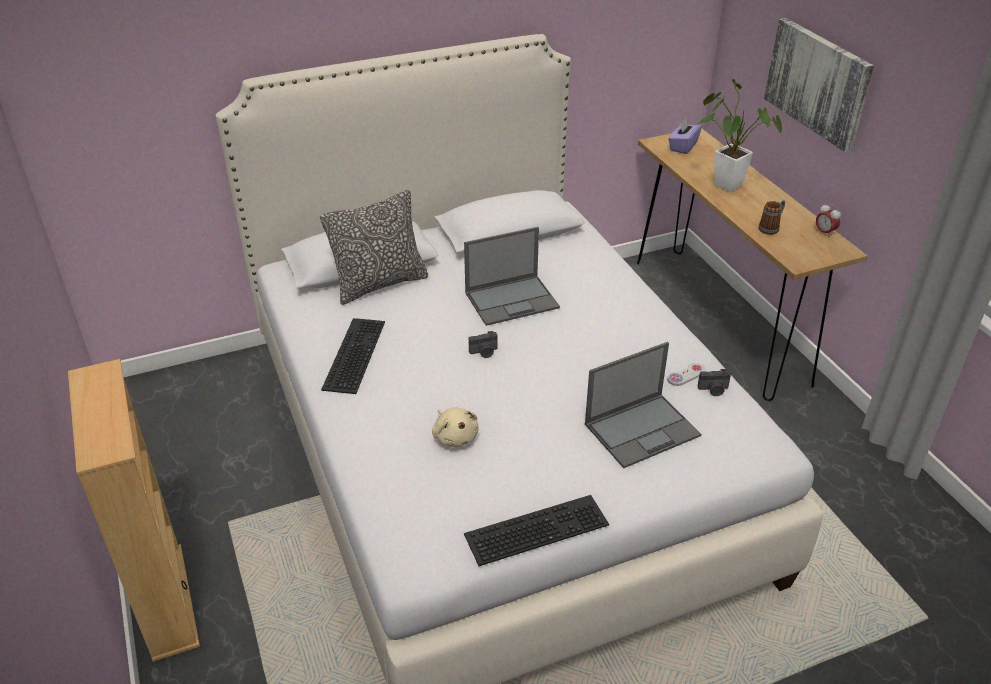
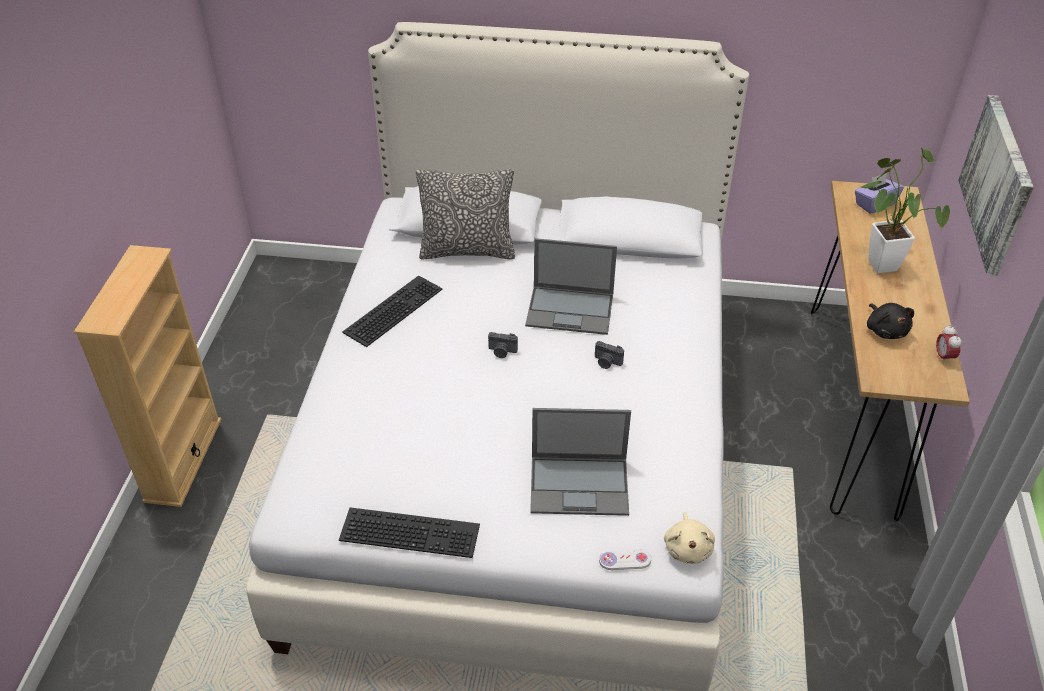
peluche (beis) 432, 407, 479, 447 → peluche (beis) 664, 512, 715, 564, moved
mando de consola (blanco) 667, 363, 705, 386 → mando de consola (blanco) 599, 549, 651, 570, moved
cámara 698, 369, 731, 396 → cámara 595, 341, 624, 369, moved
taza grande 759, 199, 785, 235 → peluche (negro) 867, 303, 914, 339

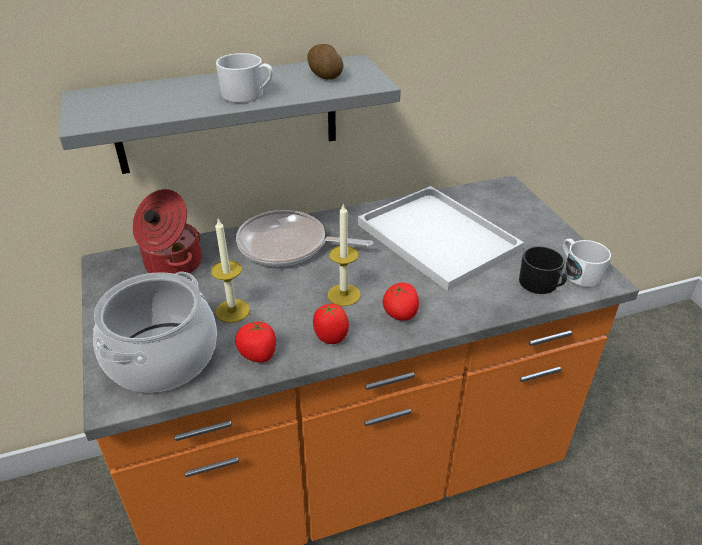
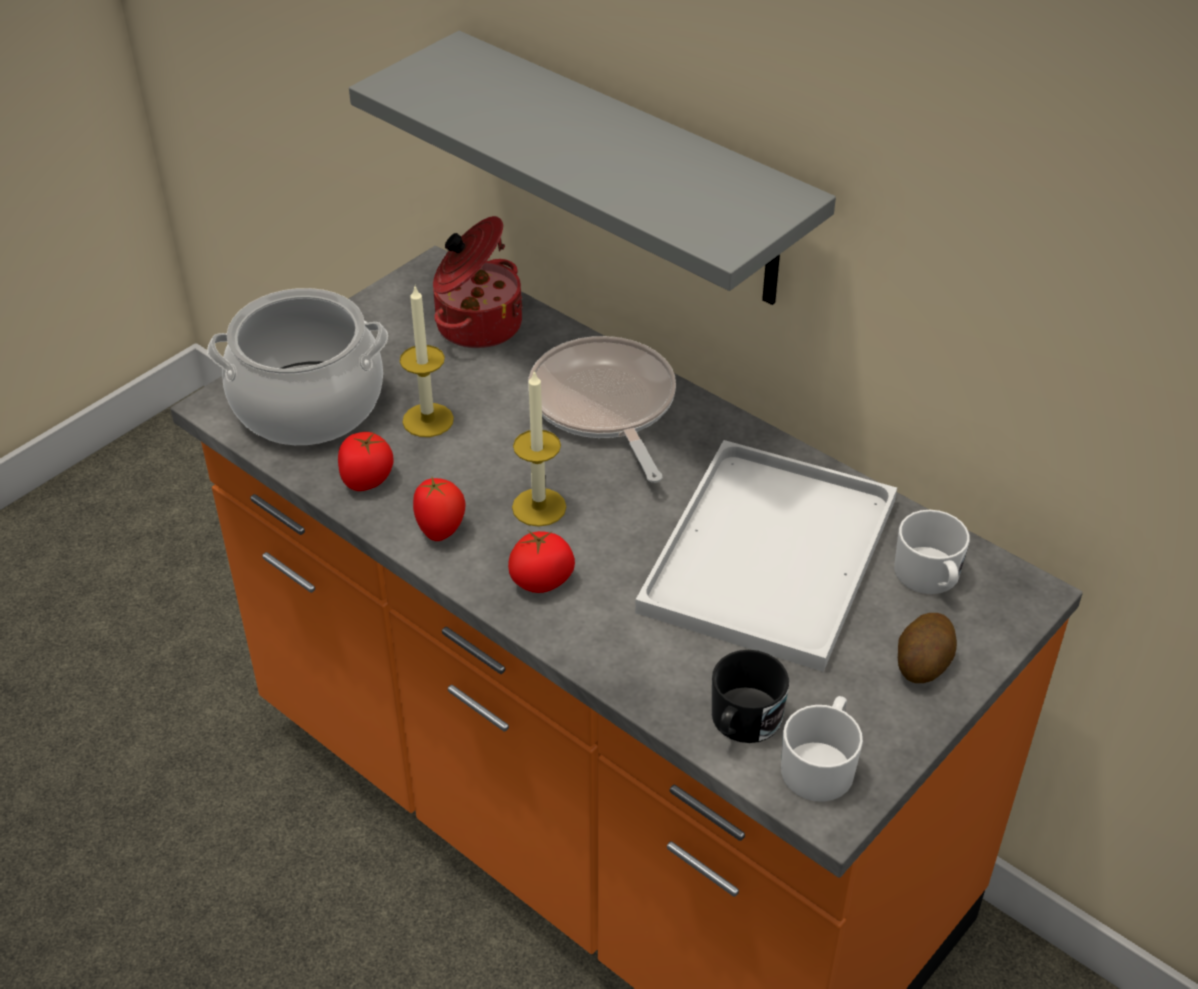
taza grande (blanco) 216, 53, 273, 103 → taza grande (blanco) 894, 510, 970, 594, moved
patata 307, 44, 343, 80 → patata 898, 613, 957, 683, moved

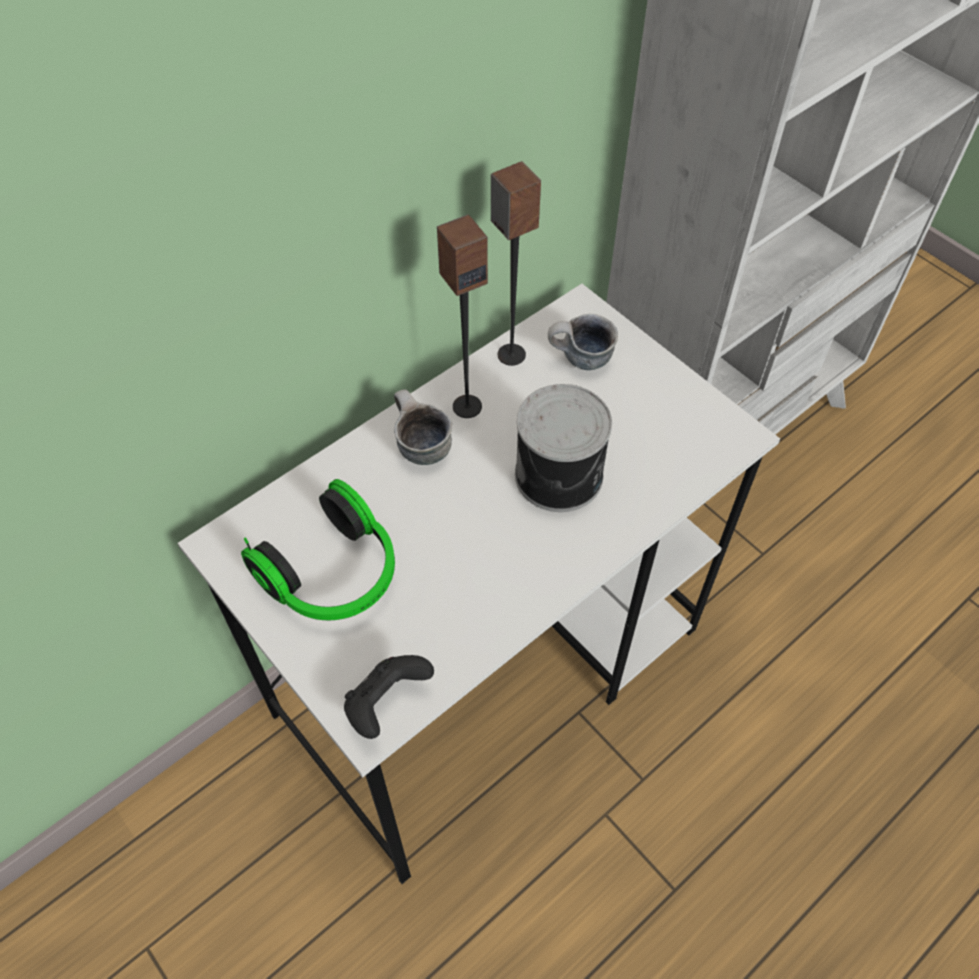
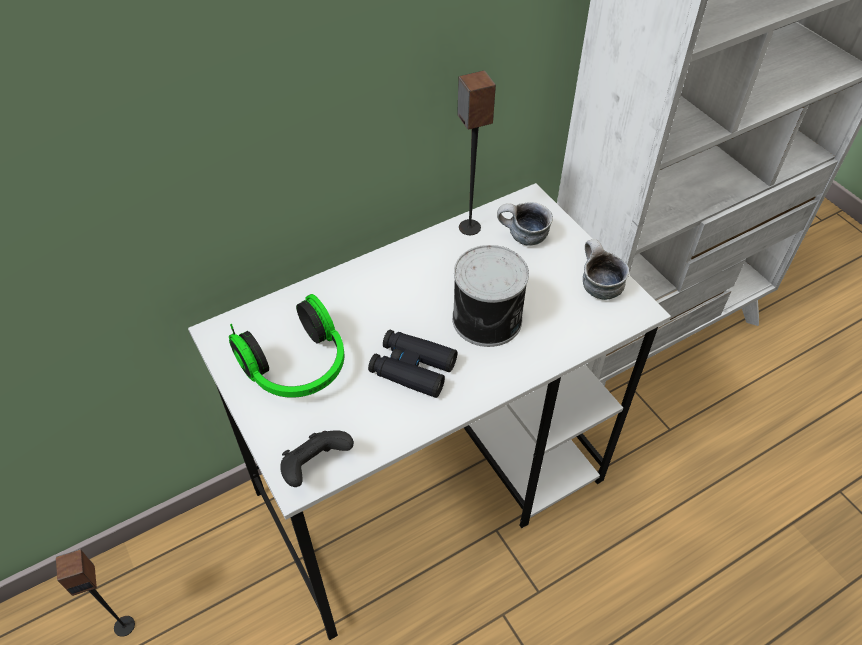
- → prismáticos (negro) 368, 330, 458, 398
taza grande 394, 390, 452, 465 → taza grande 583, 239, 629, 300, moved
altavoz 437, 215, 488, 418 → altavoz 56, 549, 135, 637, moved

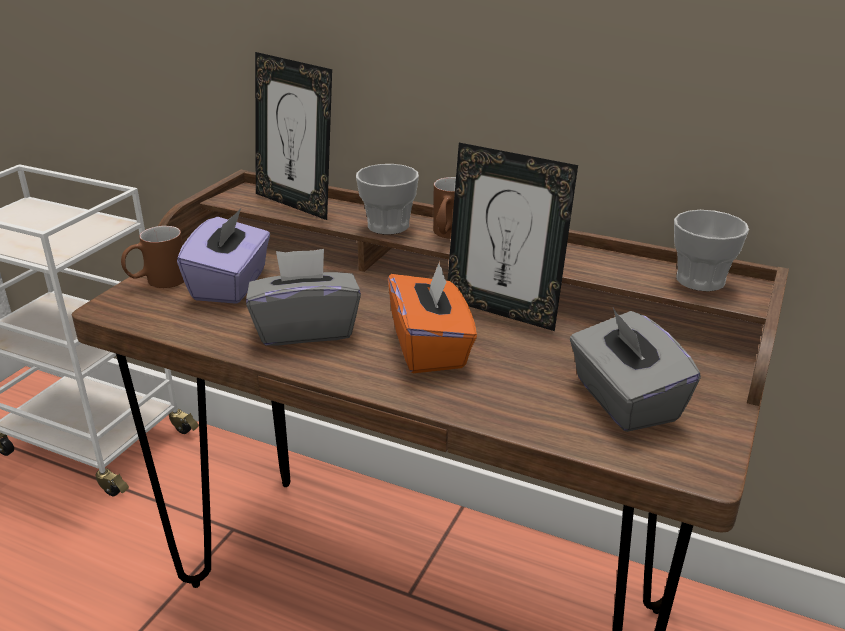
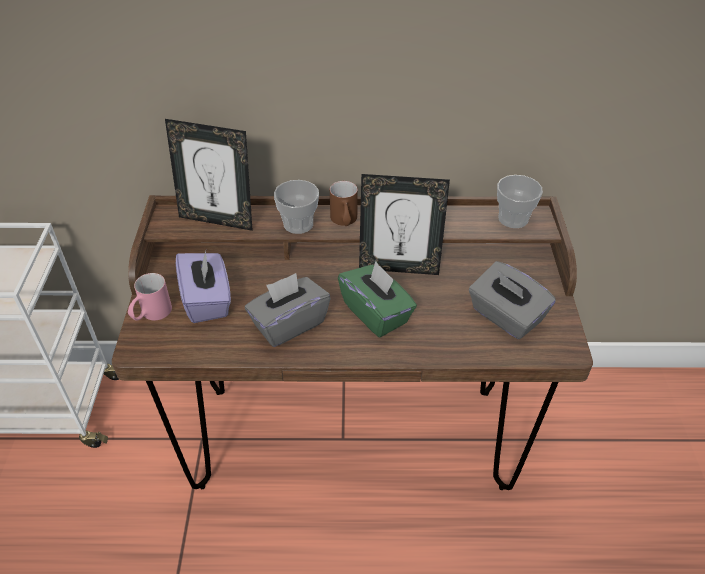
taza grande (marrón) 121, 226, 184, 288 → taza grande (rosa) 128, 273, 172, 321
caja de pañuelos (naranja) 388, 261, 477, 373 → caja de pañuelos (verde) 338, 261, 417, 337

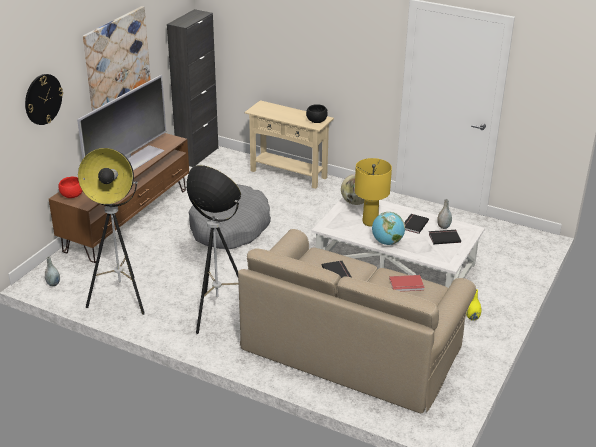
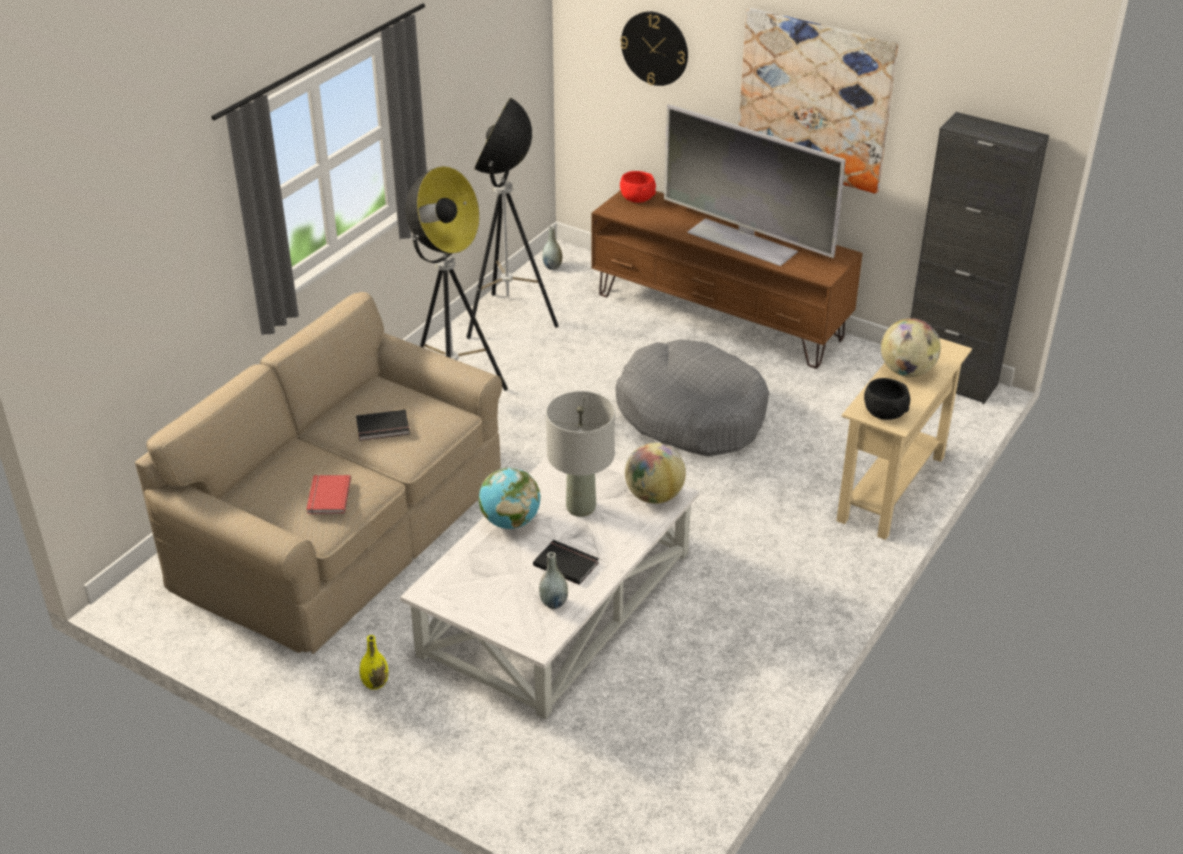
libro (negro) 429, 230, 461, 244 → -
- → globo terráqueo 881, 318, 941, 377
lámpara de mesa (amarillo) 355, 158, 392, 227 → lámpara de mesa (gris) 546, 391, 615, 517

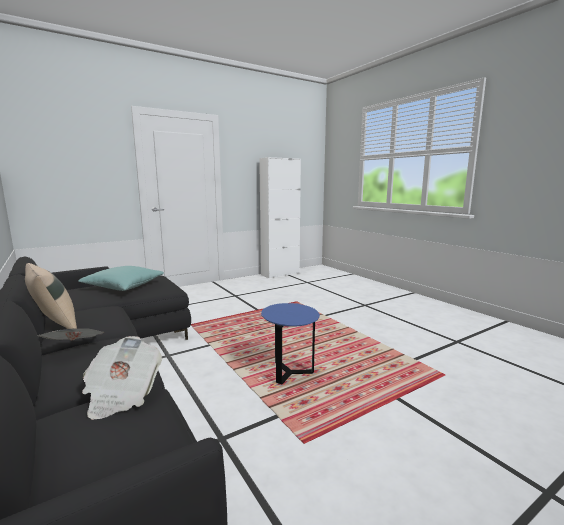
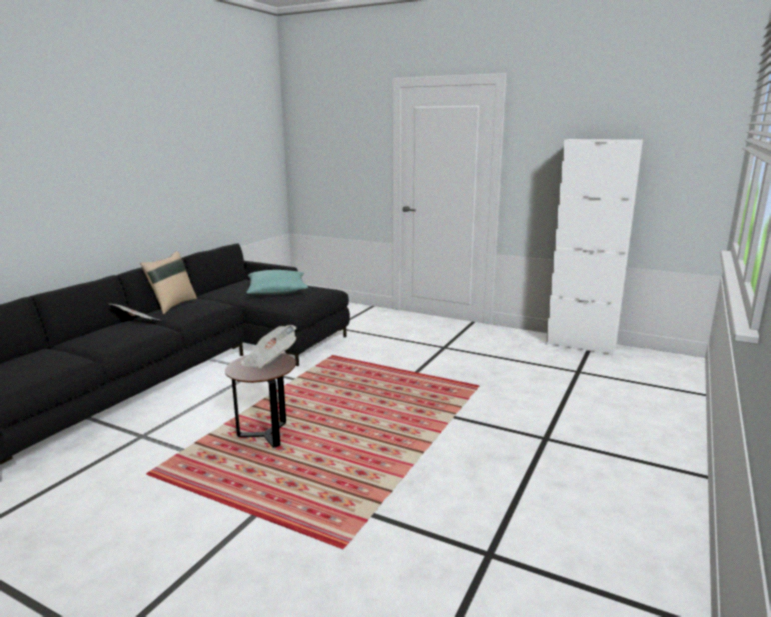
periódico 82, 336, 162, 420 → periódico 240, 325, 297, 369, moved
mesa auxiliar (azul) 261, 303, 320, 384 → mesa auxiliar (marrón) 225, 353, 296, 448

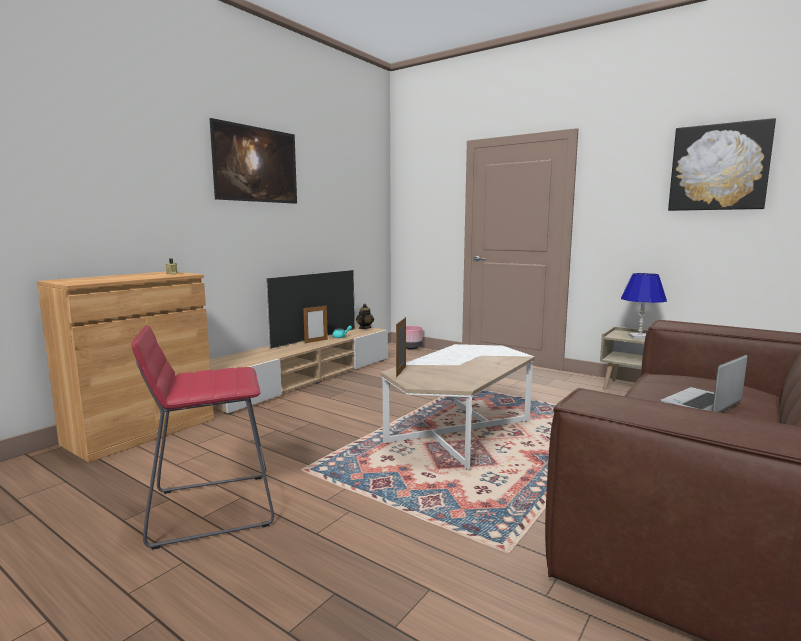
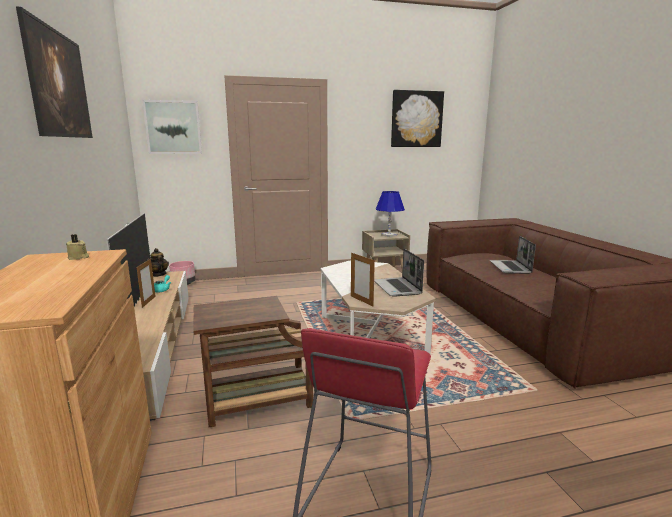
- → cuadro 142, 100, 202, 154
- → mesa auxiliar (marrón) 193, 296, 313, 427
- → portátil 374, 248, 424, 297

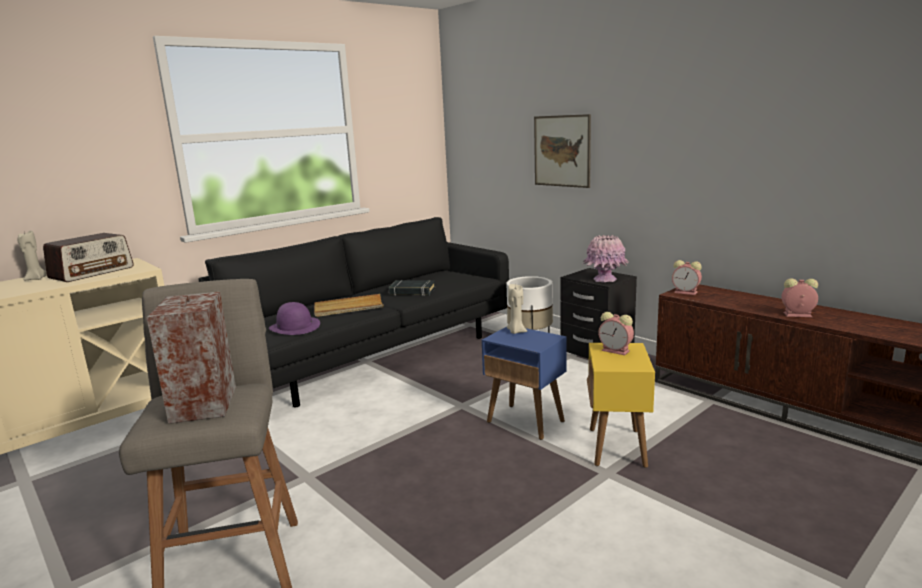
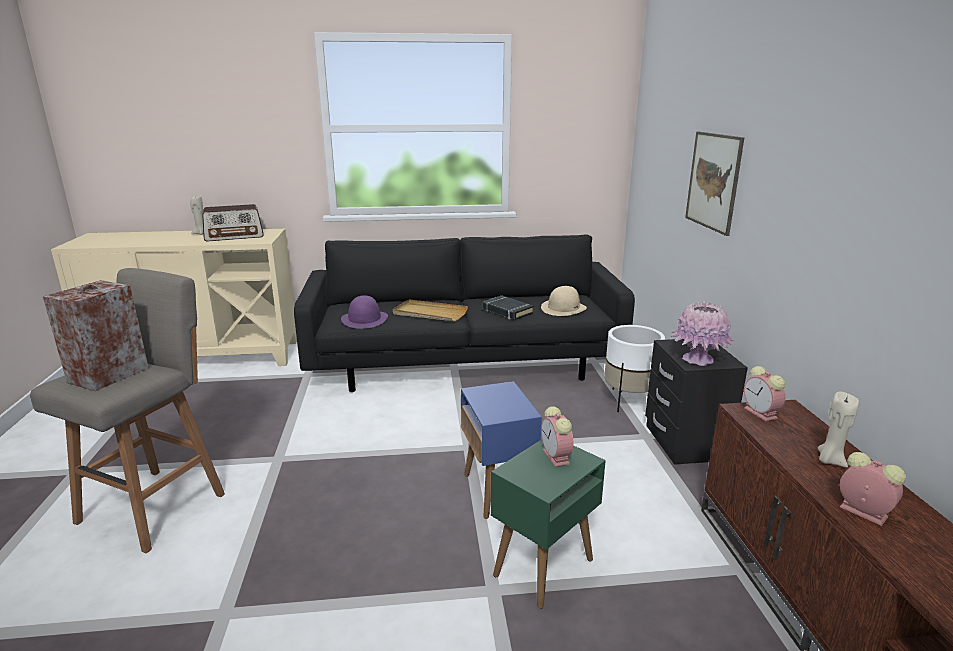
- → sombrero (beis) 541, 286, 587, 316
vela (beis) 507, 284, 527, 334 → vela (beis) 818, 392, 859, 467, moved
mesa auxiliar (amarillo) 587, 343, 655, 468 → mesa auxiliar (verde) 491, 439, 606, 609

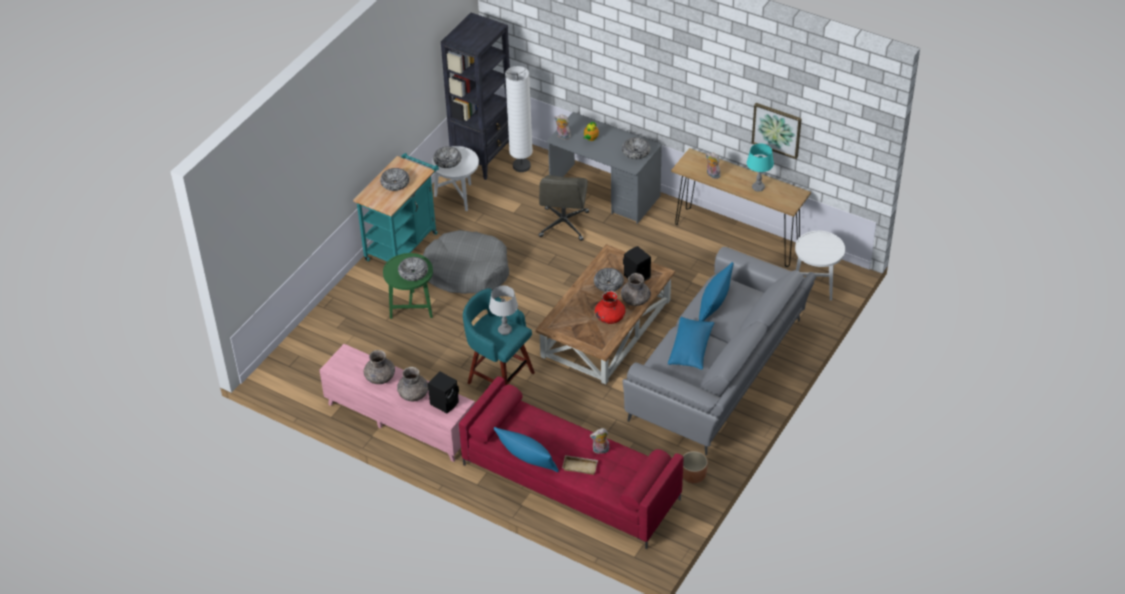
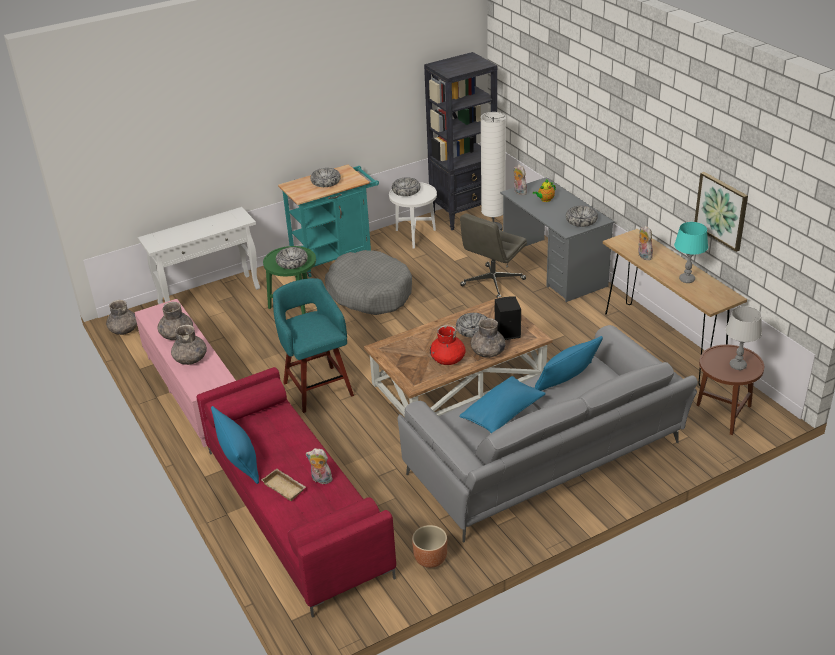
altavoz (negro) 428, 372, 459, 414 → -
- → florero (gris) 106, 300, 137, 335
- → mesa consola (blanco) 138, 207, 260, 304
lámpara de mesa (gris) 489, 286, 518, 335 → lámpara de mesa (gris) 725, 306, 762, 370, moved
mesa auxiliar (blanco) 795, 231, 845, 300 → mesa auxiliar (marrón) 696, 345, 764, 435

